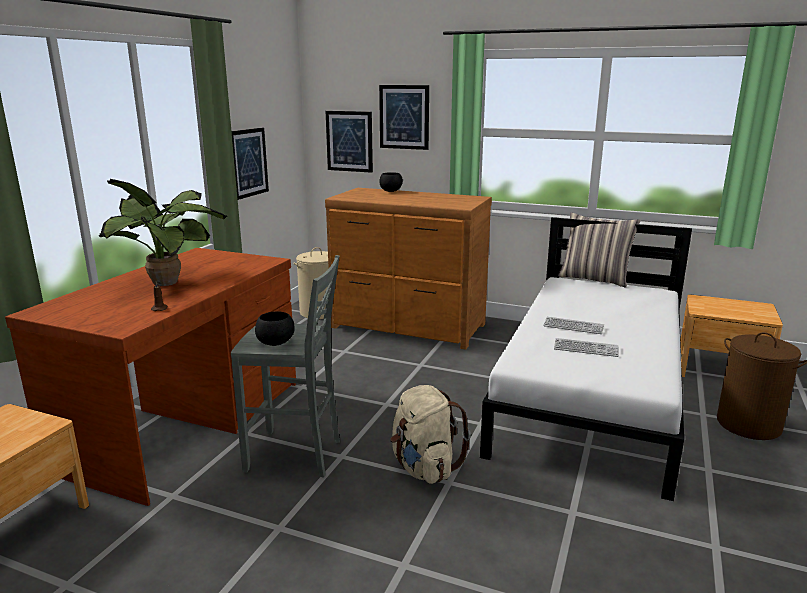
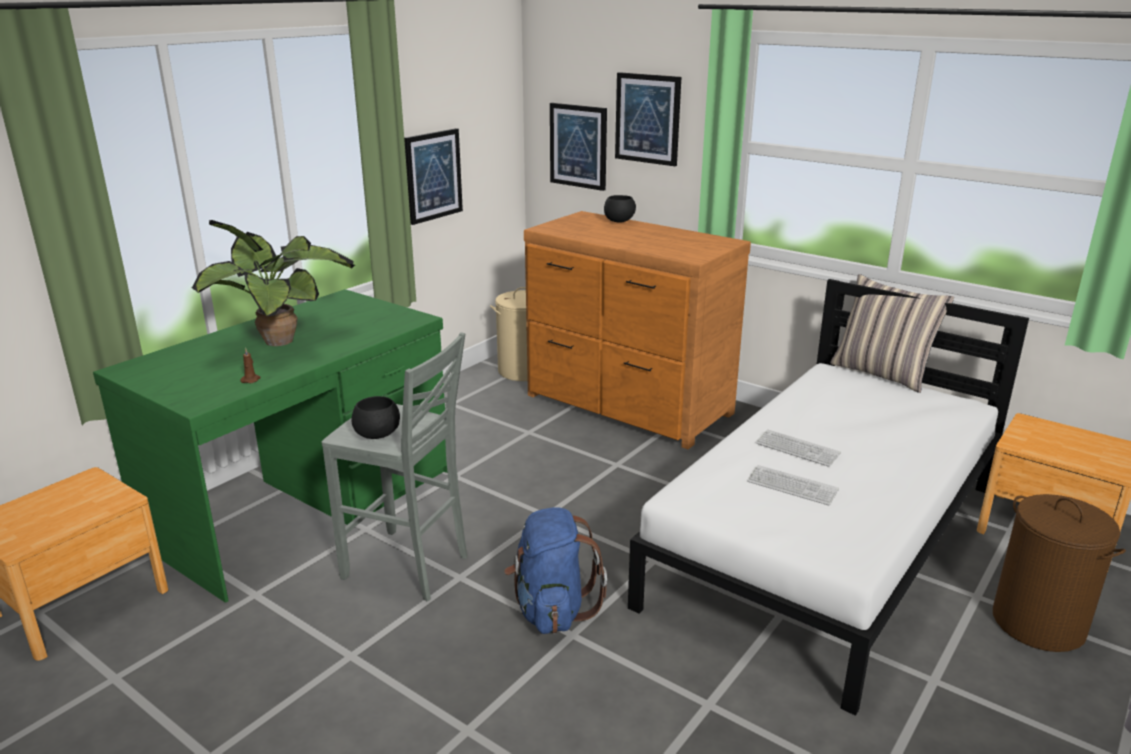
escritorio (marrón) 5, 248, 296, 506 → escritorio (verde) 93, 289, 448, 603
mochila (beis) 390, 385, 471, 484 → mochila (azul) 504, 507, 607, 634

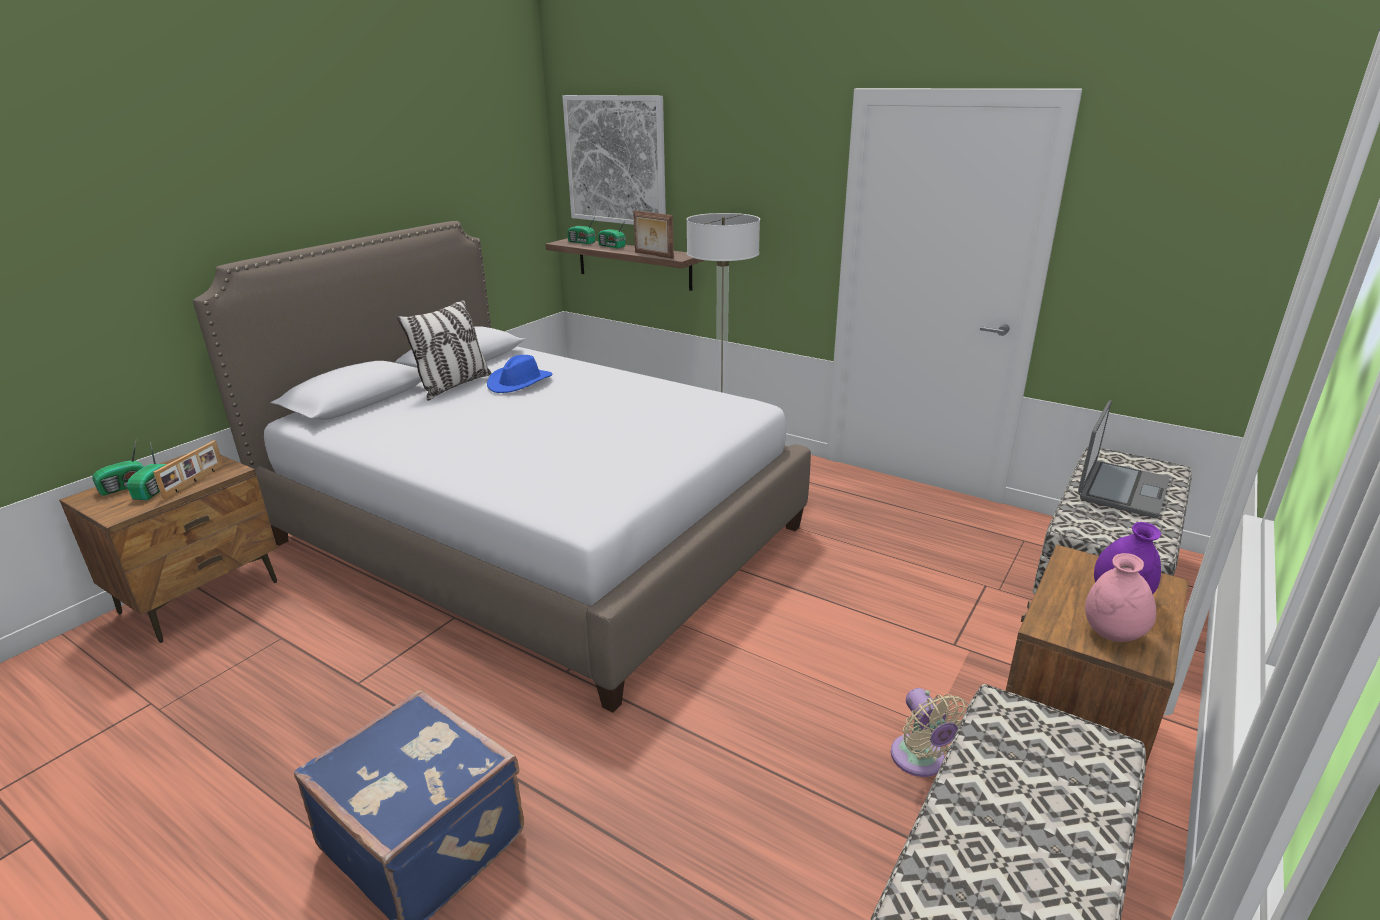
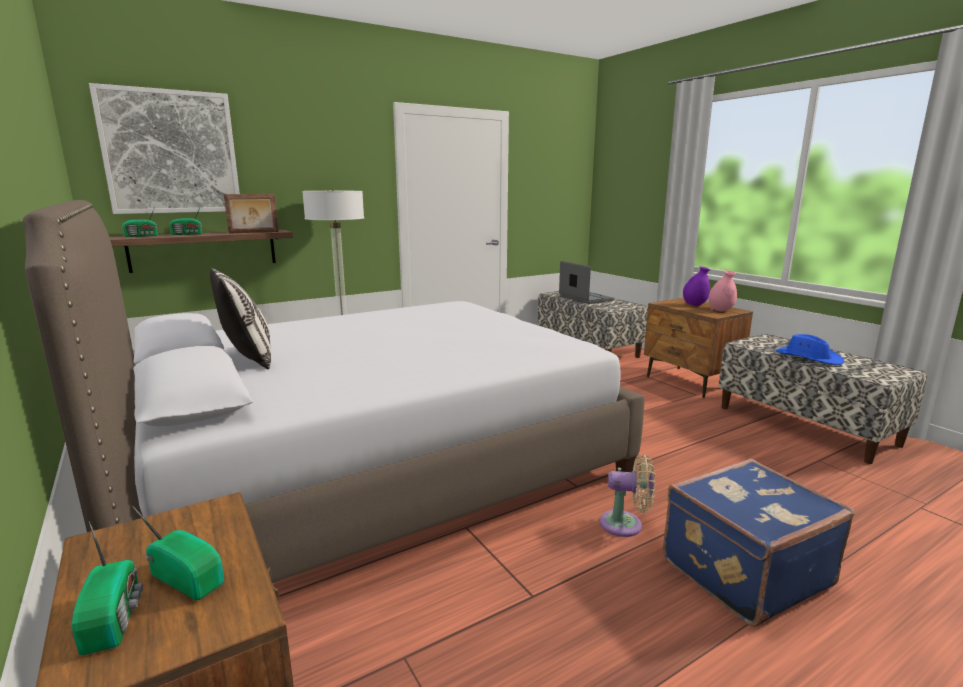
portarretratos 153, 440, 223, 499 → -
sombrero (azul) 487, 355, 553, 393 → sombrero (azul) 775, 334, 844, 365, moved
ventilador (beis) 891, 688, 969, 777 → ventilador (beis) 600, 455, 655, 537, moved

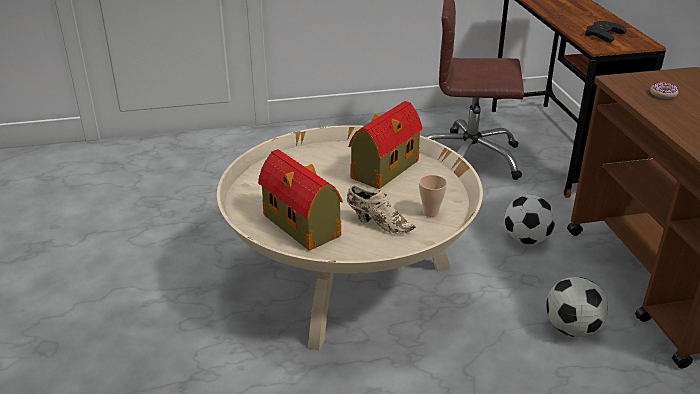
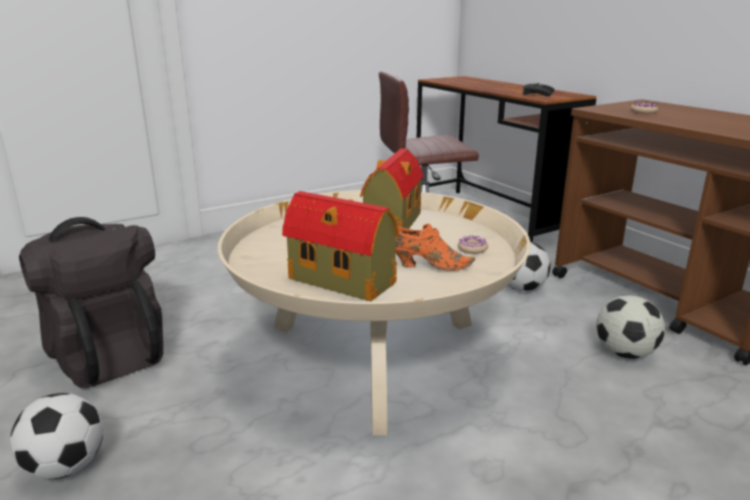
- → balón de fútbol 10, 393, 103, 479
- → mochila (negro) 19, 217, 163, 388
taza 419, 175, 447, 217 → rosquilla 458, 236, 488, 254
zapato (beis) 347, 185, 416, 234 → zapato (naranja) 396, 224, 475, 271

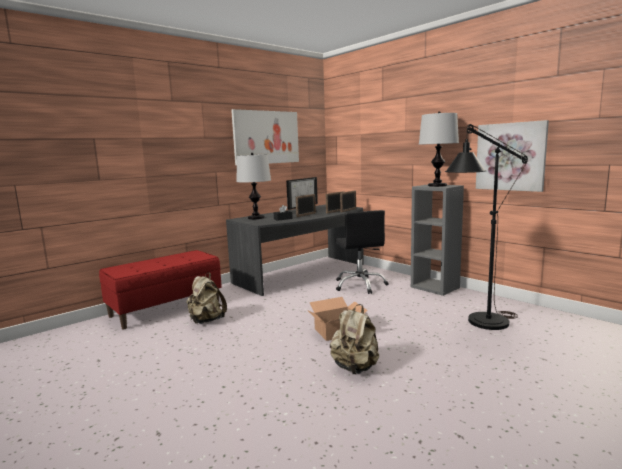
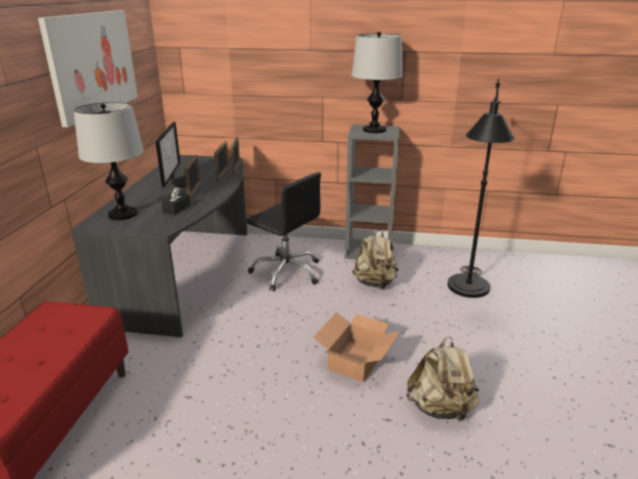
cuadro 476, 120, 549, 192 → -
mochila (beis) 186, 272, 227, 324 → mochila (beis) 352, 229, 399, 289, moved

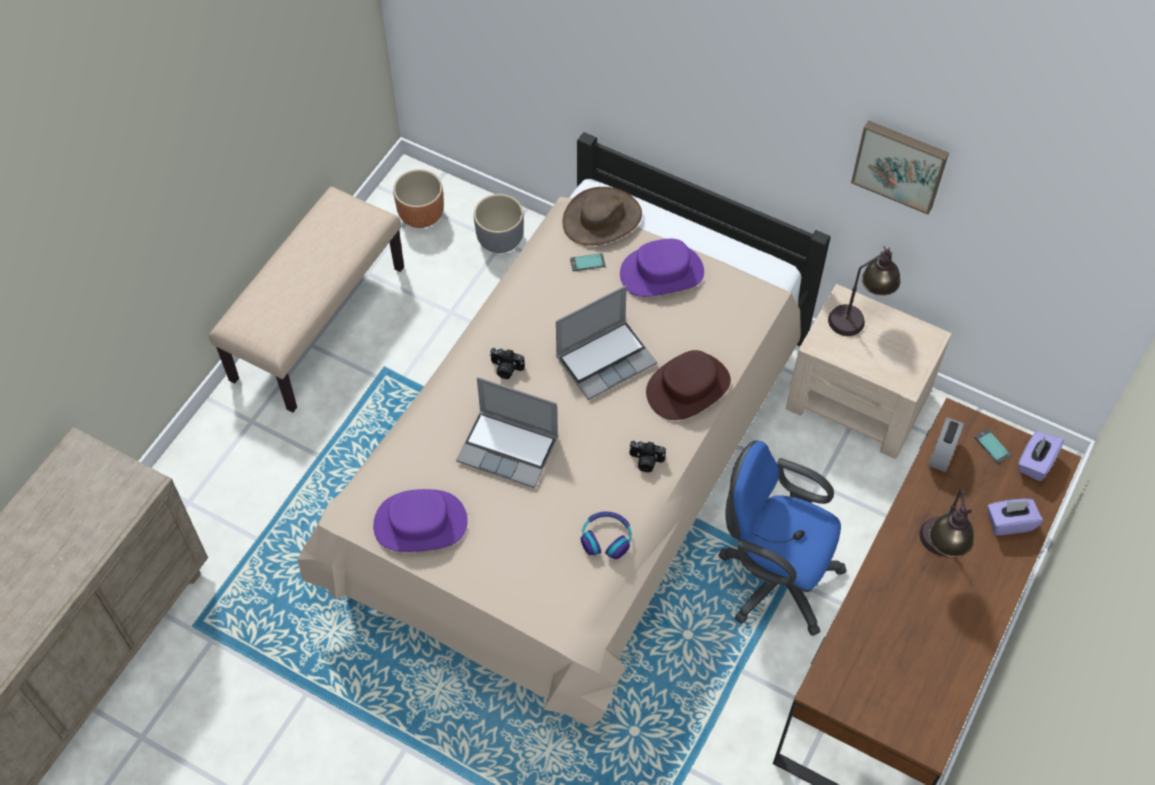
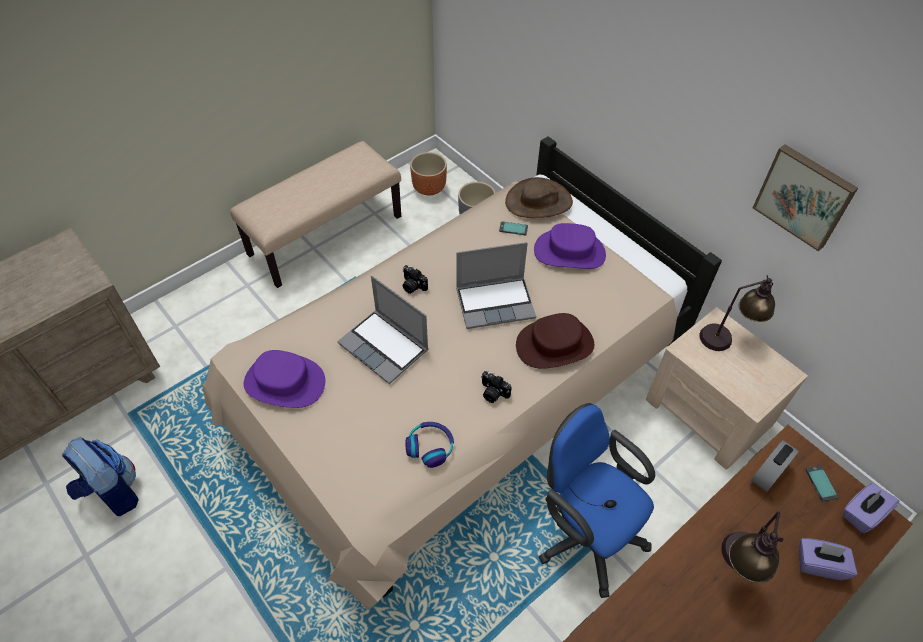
- → mochila 62, 437, 138, 516

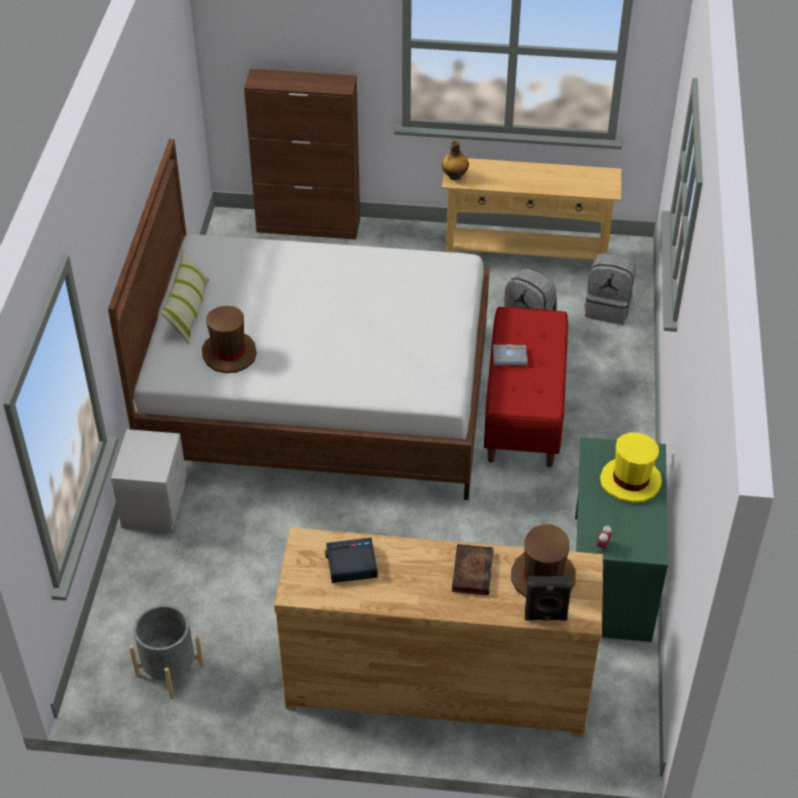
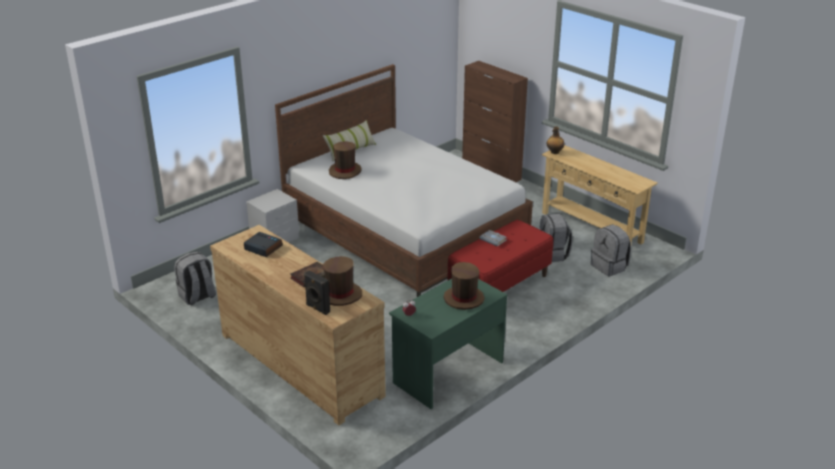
maceta (gris) 129, 605, 204, 699 → mochila (gris) 174, 252, 216, 305
sombrero (amarillo) 600, 432, 662, 503 → sombrero (marrón) 444, 262, 484, 310

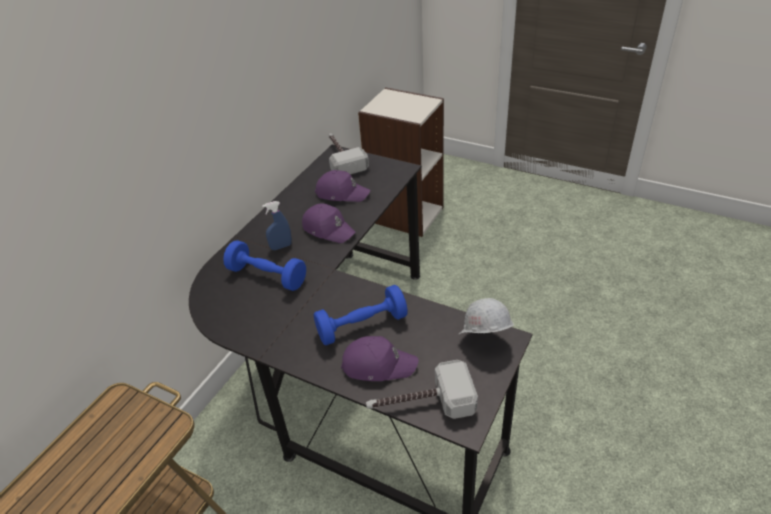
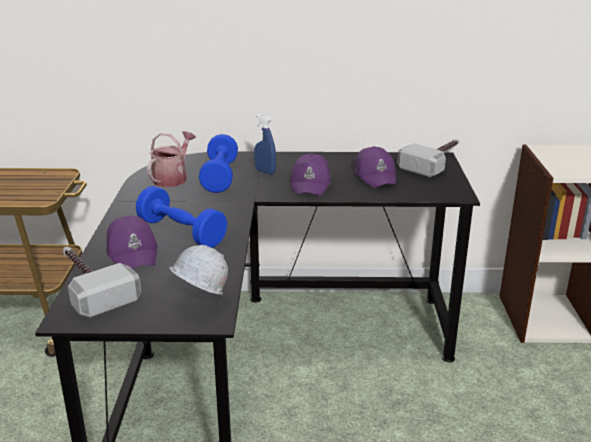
- → regadera 147, 131, 196, 187

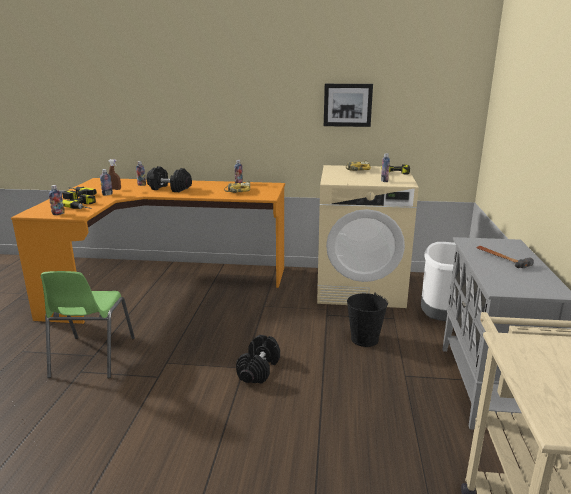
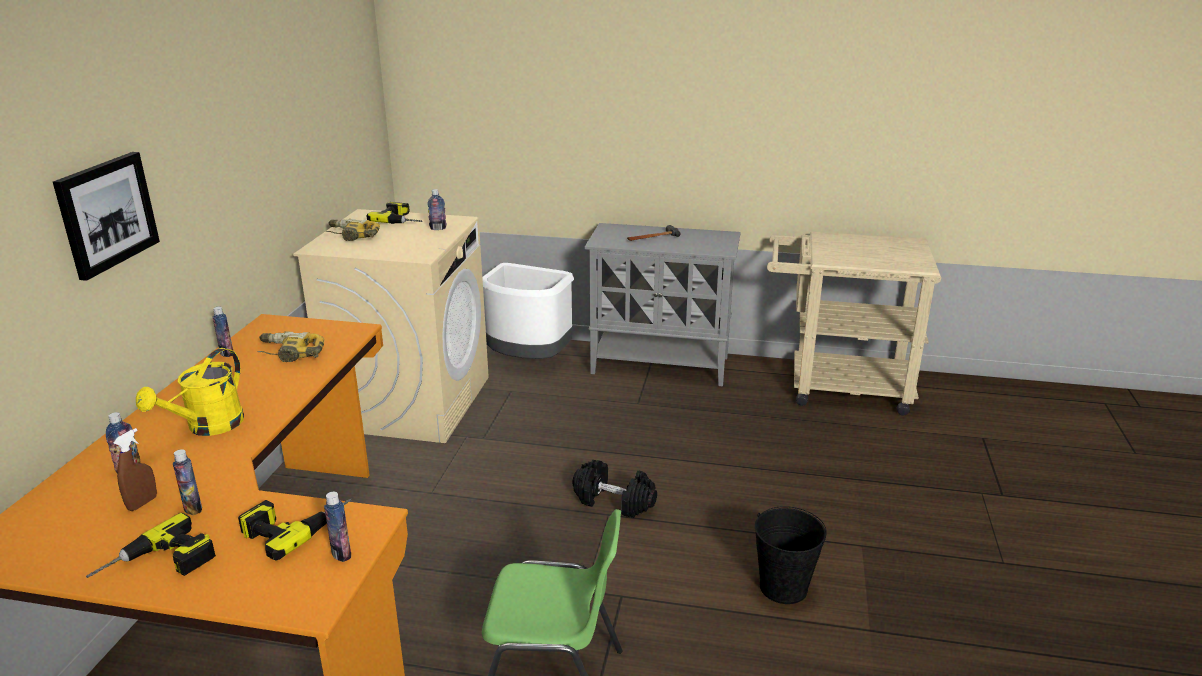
cuadro 324, 84, 373, 127 → cuadro 53, 152, 160, 281, moved
cubo (negro) 347, 293, 388, 347 → cubo (negro) 755, 506, 827, 604, moved
mancuerna (negro) 146, 166, 192, 192 → regadera (amarillo) 136, 348, 244, 436

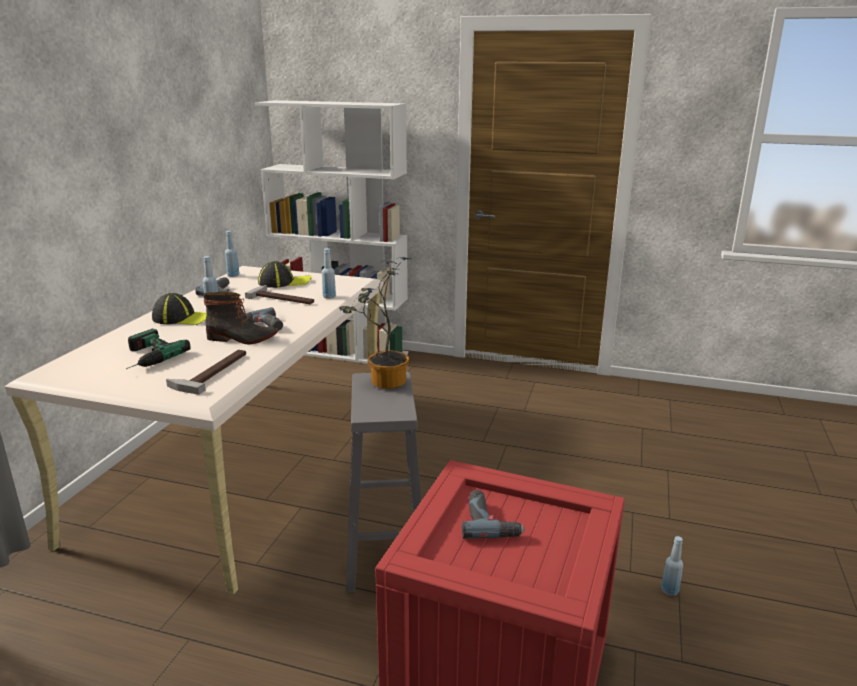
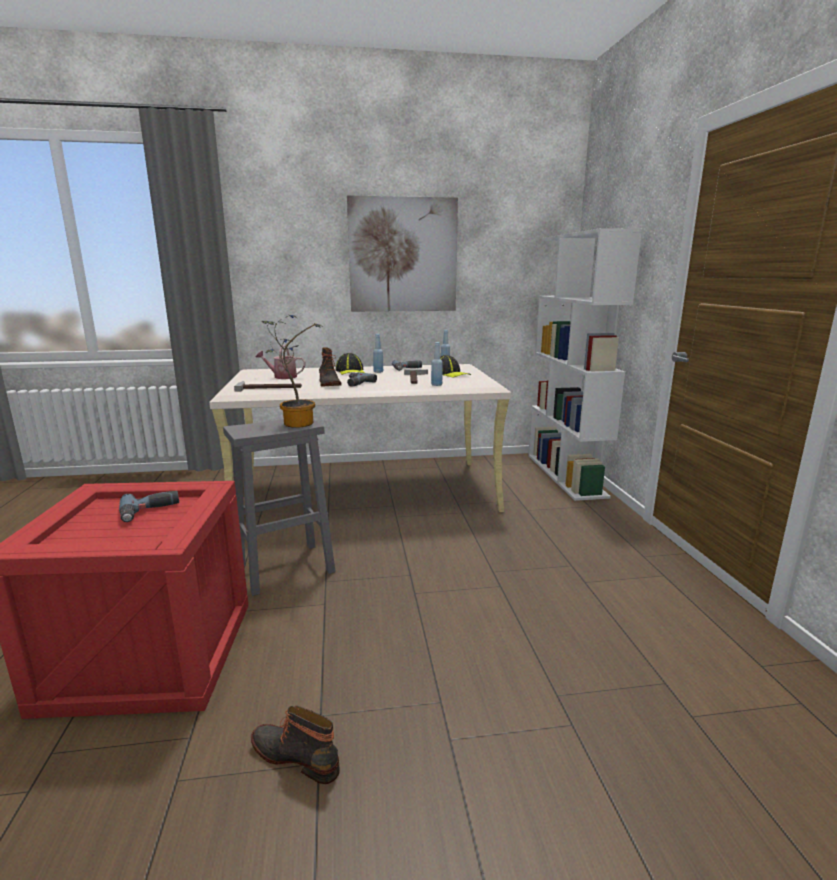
- → cuadro 347, 195, 458, 312
taladro 126, 329, 191, 369 → regadera 256, 345, 305, 379
botella (azul) 661, 536, 683, 596 → bota 251, 706, 340, 784

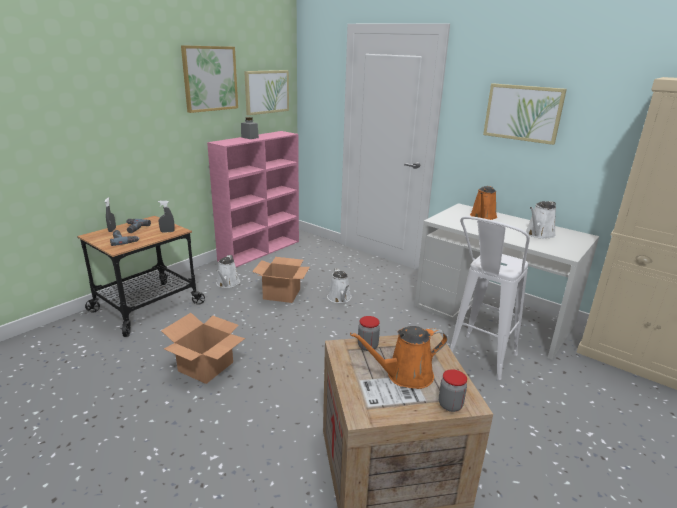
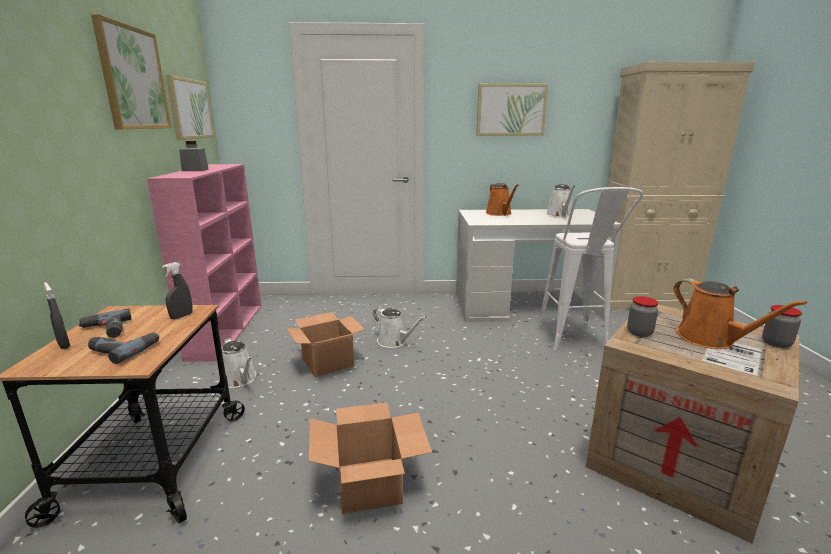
regadera (naranja) 350, 326, 447, 389 → regadera (naranja) 674, 279, 807, 349, 60 degrees counterclockwise

